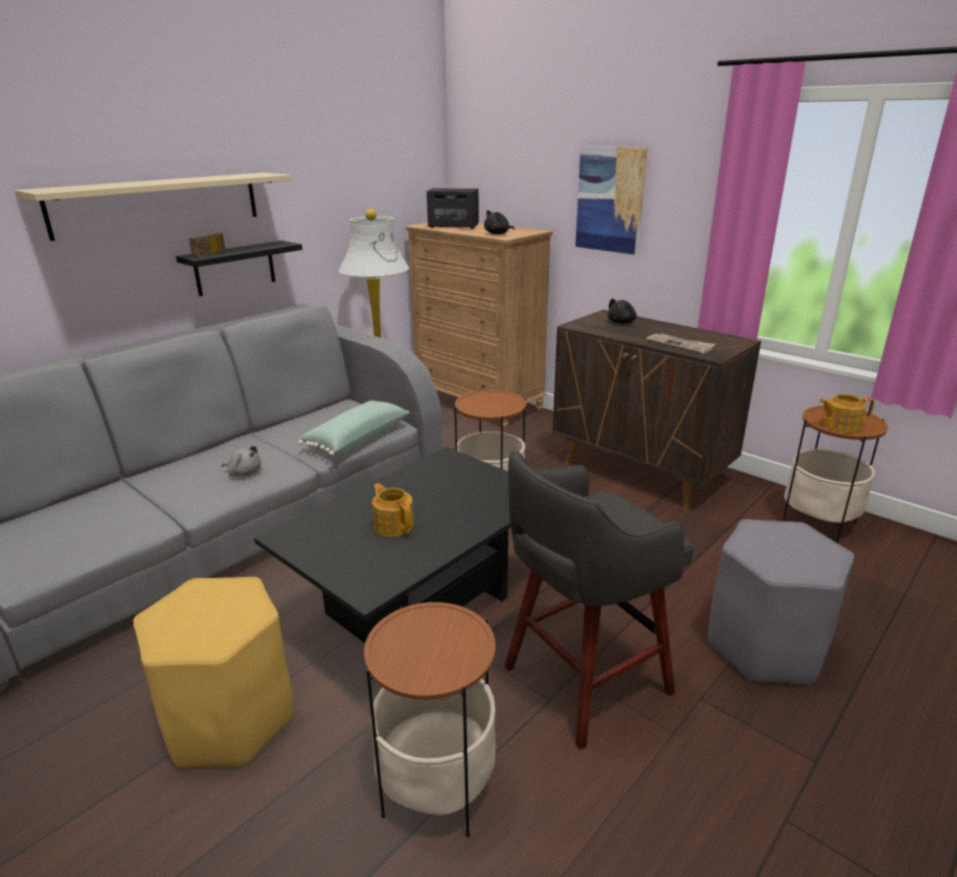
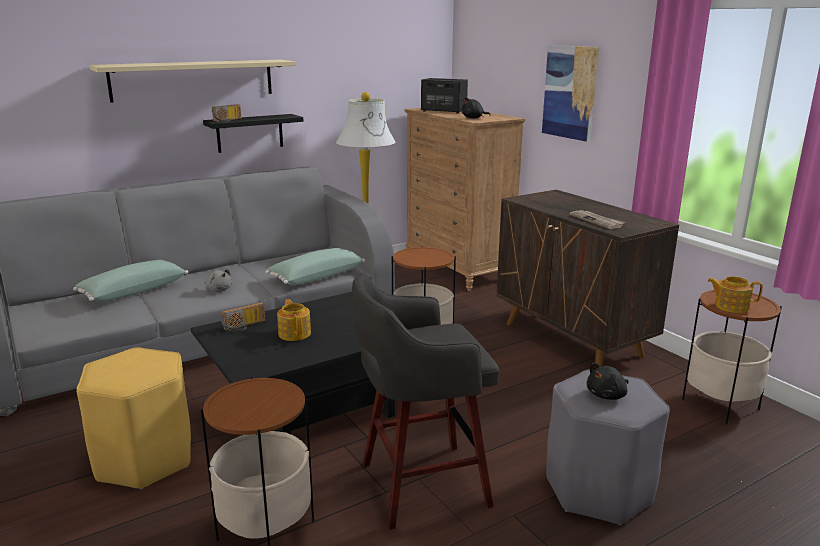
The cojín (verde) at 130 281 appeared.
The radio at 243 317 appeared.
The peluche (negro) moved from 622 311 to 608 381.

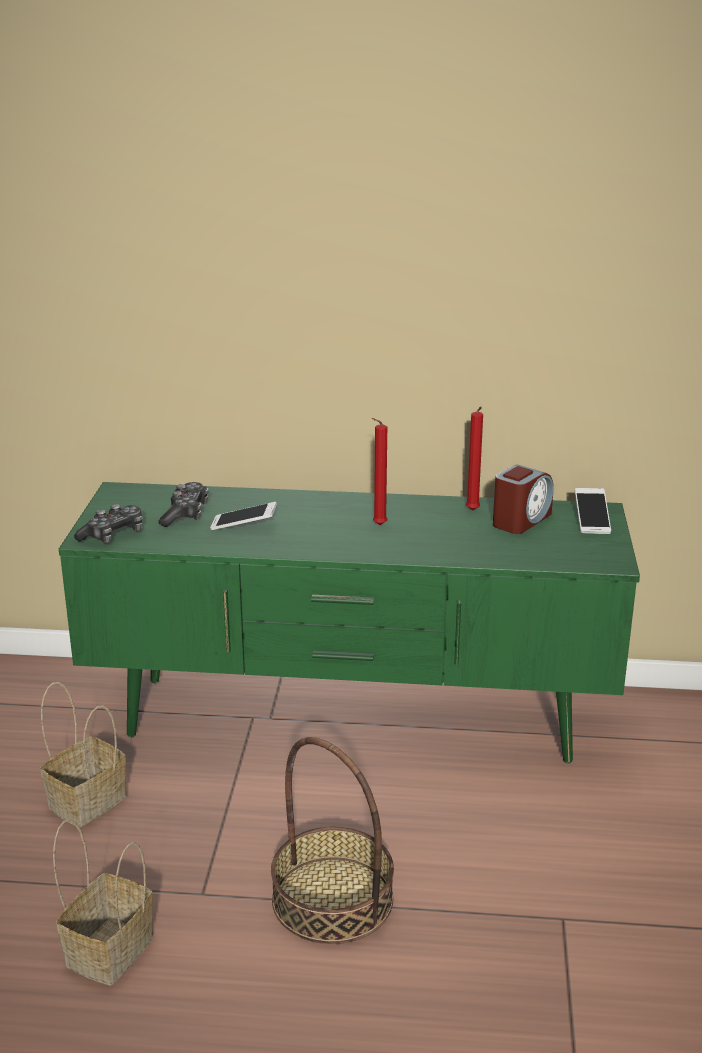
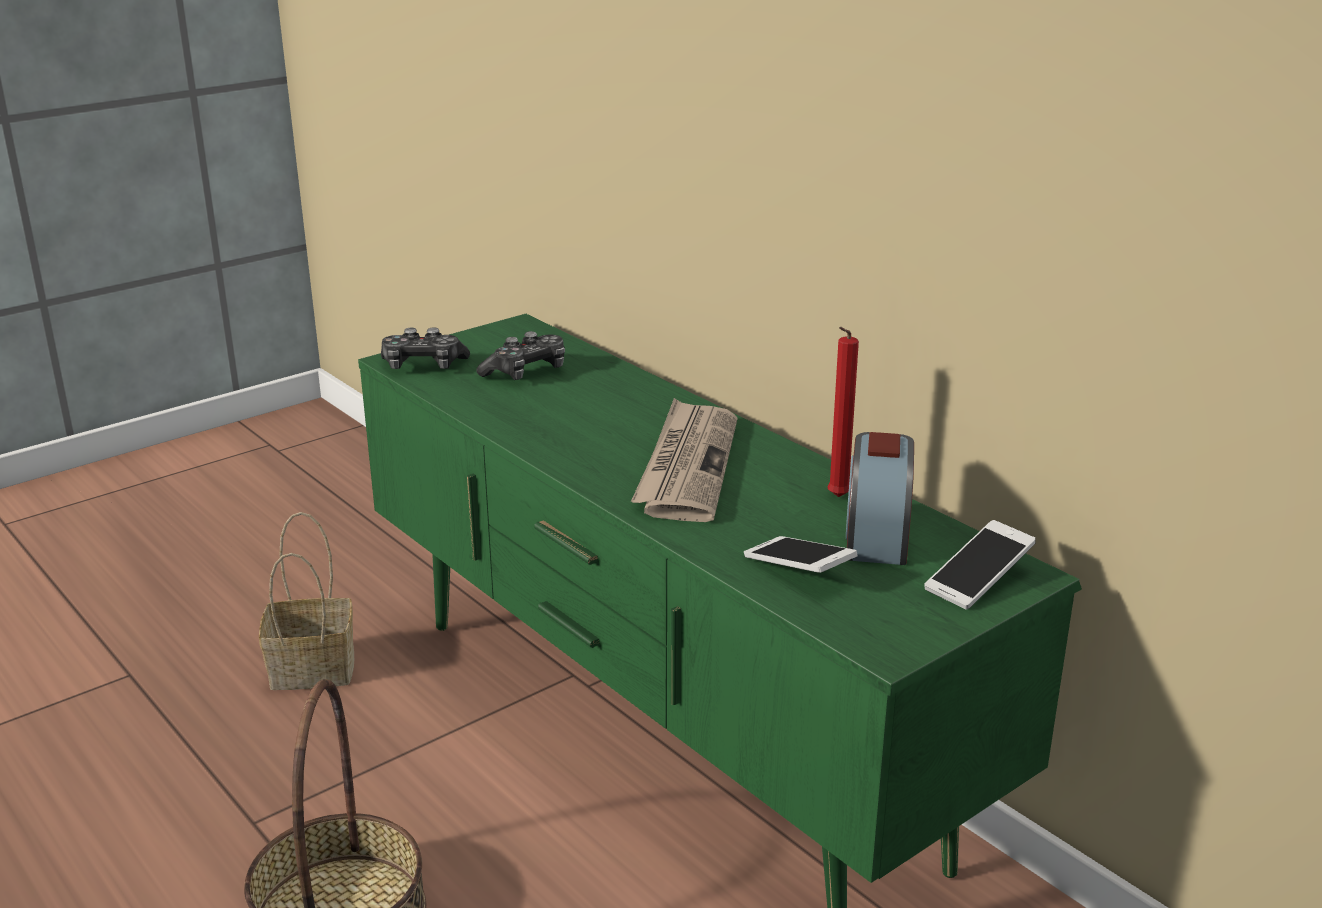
The cesta at 103 902 disappeared.
The móvil moved from 243 516 to 800 554.
The vela (rojo) at 379 471 was replaced by the periódico at 684 460.
The despertador at 523 499 turned 105 degrees clockwise.

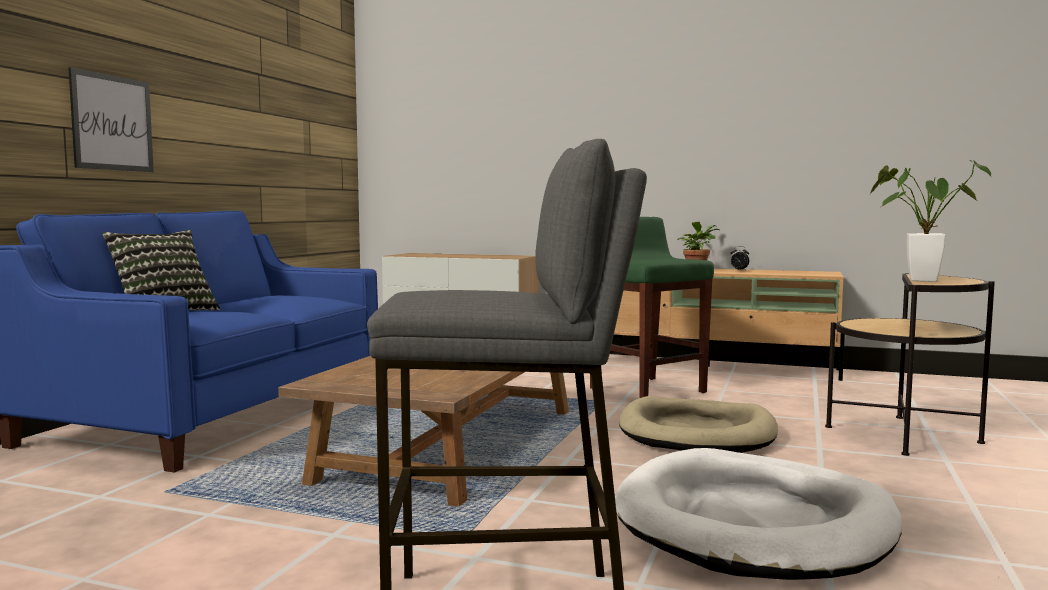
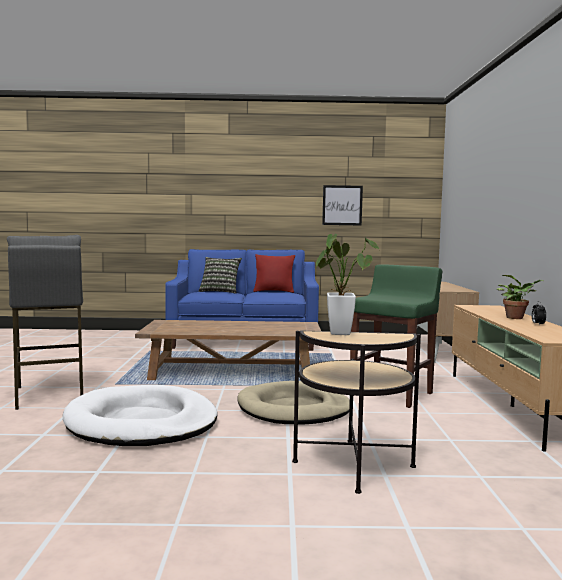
The cojín (rojo) at 274 273 appeared.
The cuadro moved from 111 119 to 342 205.

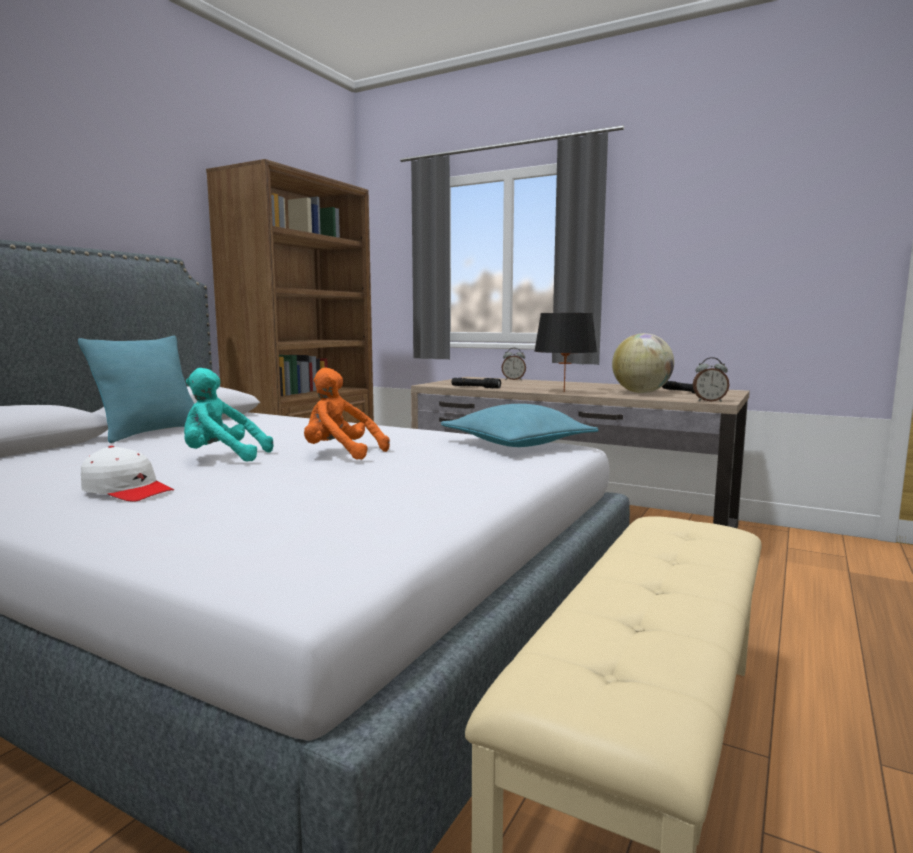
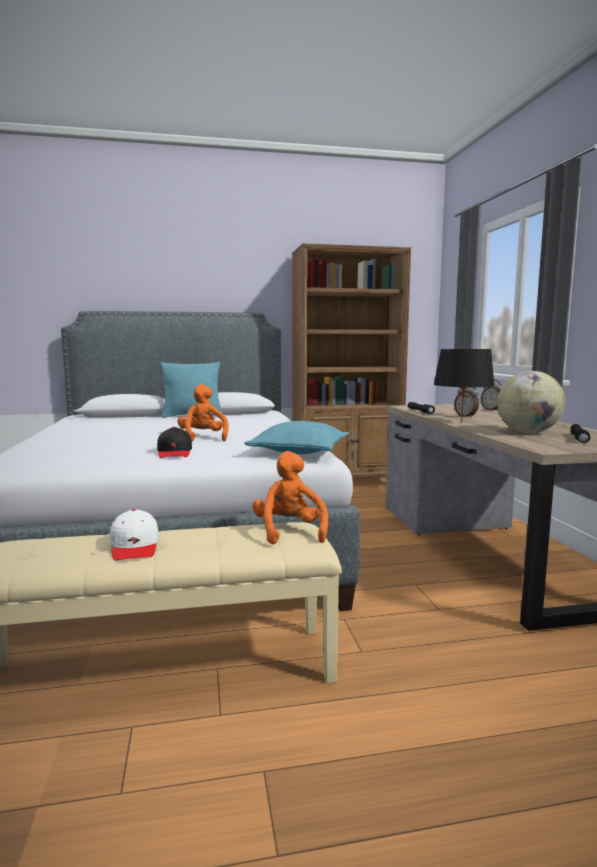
The peluche (turquesa) at 228 414 disappeared.
The gorra (negro) at 174 442 appeared.
The peluche (naranja) at 290 498 appeared.
The gorra (blanco) moved from 127 474 to 134 535.
The despertador moved from 711 379 to 466 402.

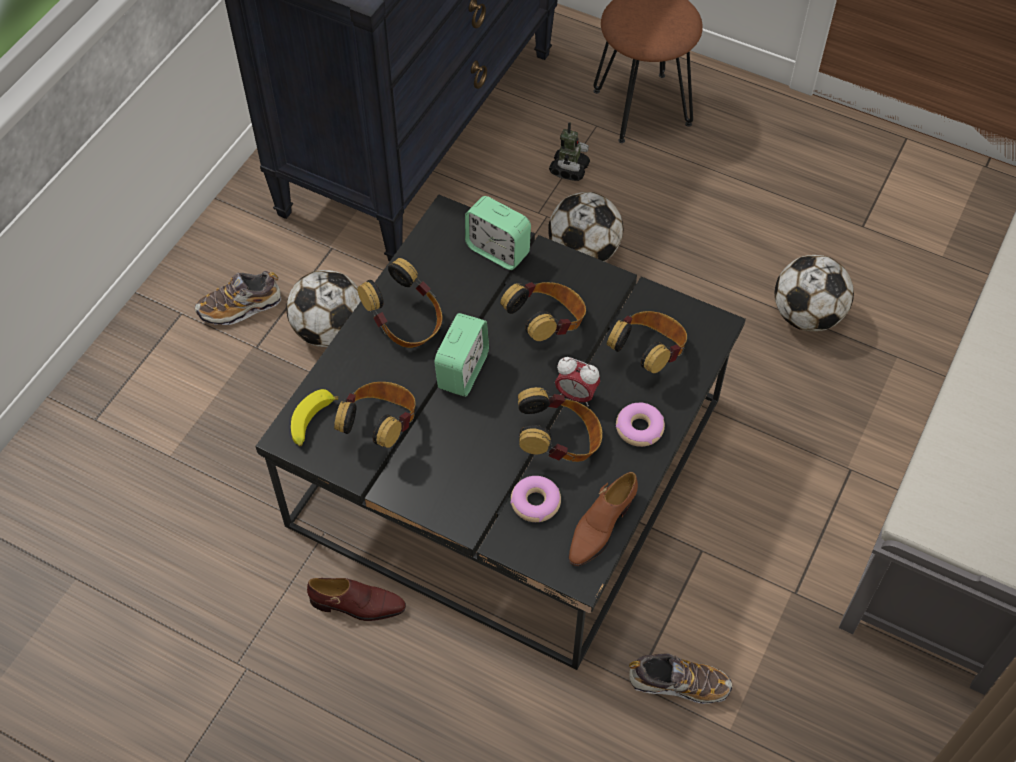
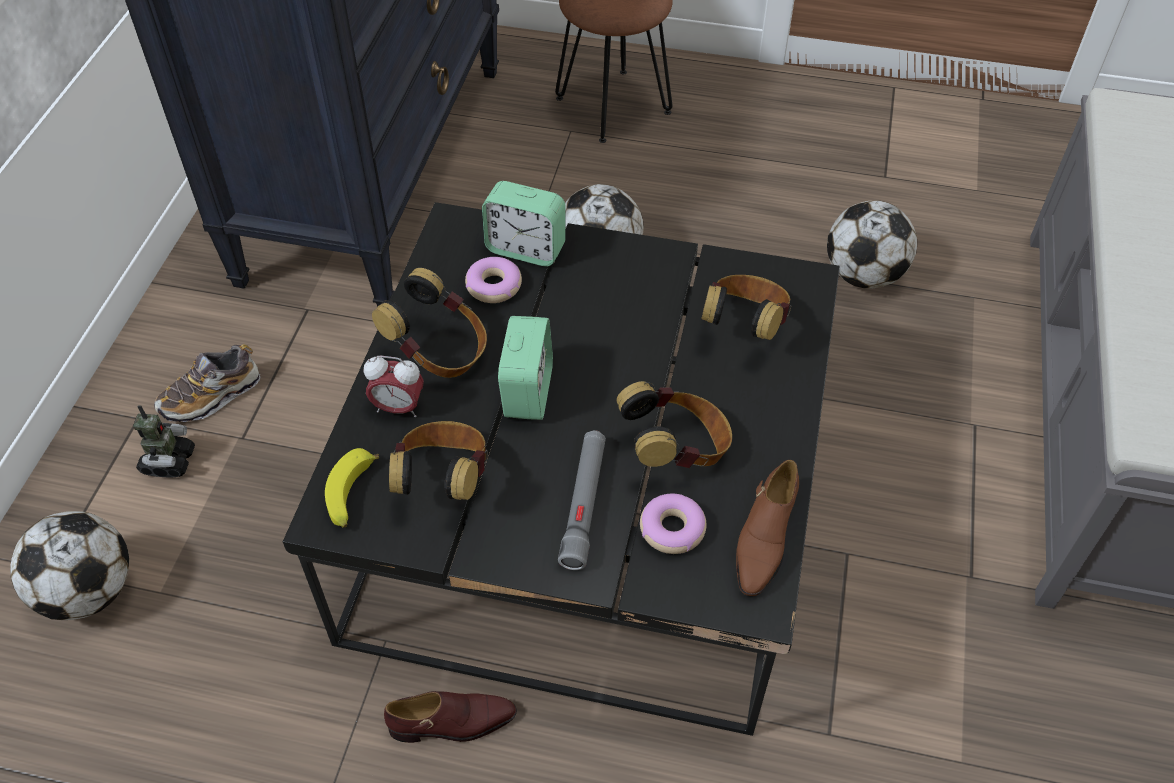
The auriculares at 543 311 disappeared.
The zapato at 680 678 disappeared.
The linterna (gris) at 582 500 appeared.
The balón de fútbol moved from 323 308 to 69 565.
The robot de juguete moved from 569 151 to 164 441.
The despertador moved from 577 381 to 394 386.
The rosquilla moved from 640 424 to 493 280.

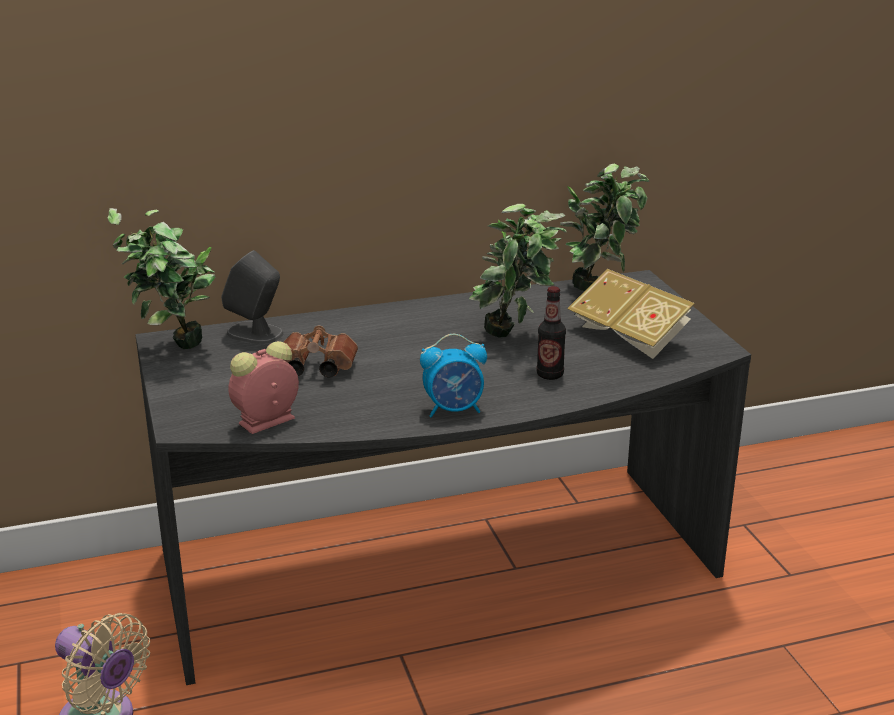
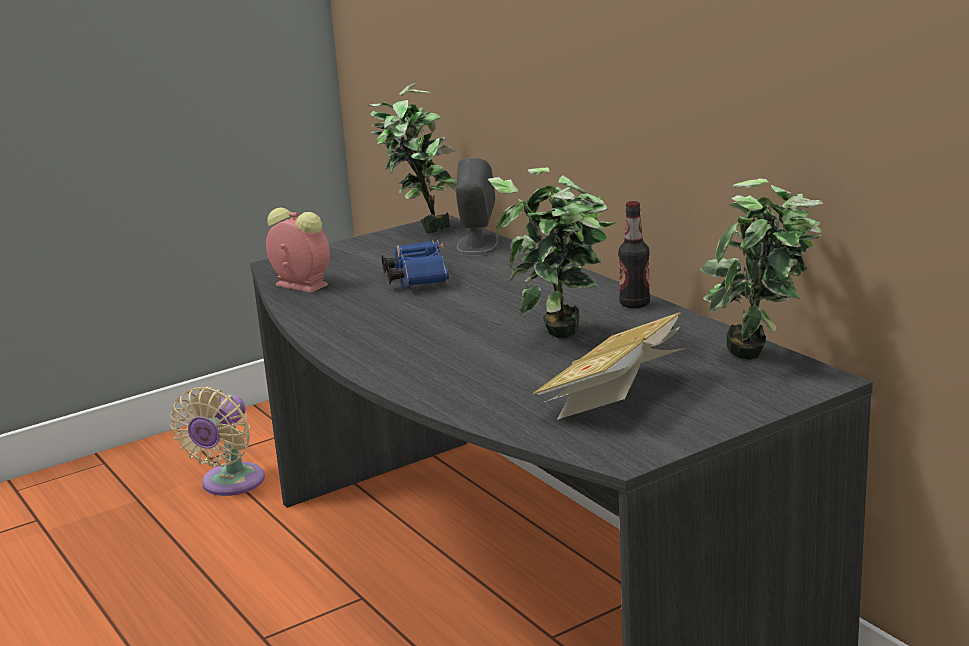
The despertador at 453 375 disappeared.
The botella moved from 551 333 to 634 254.
The prismáticos (marrón) at 321 352 became the prismáticos (azul) at 415 264.

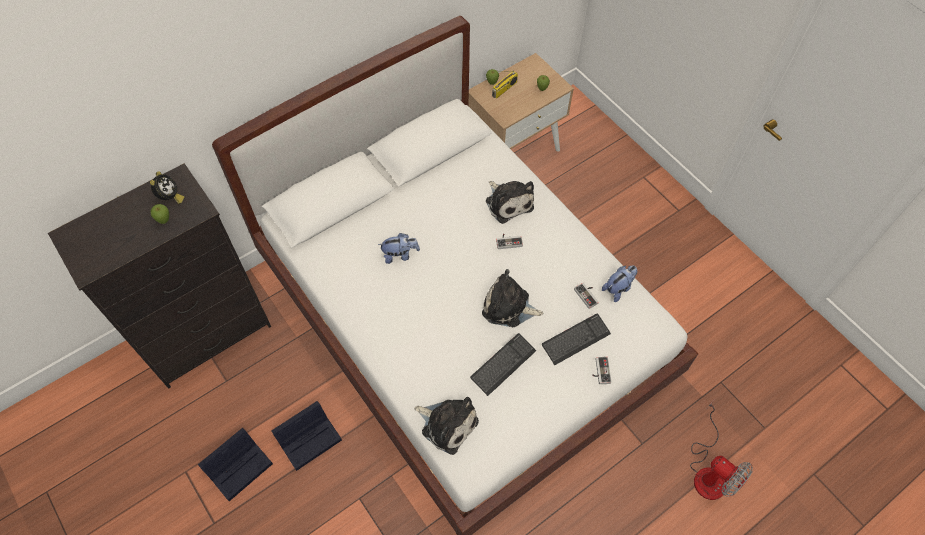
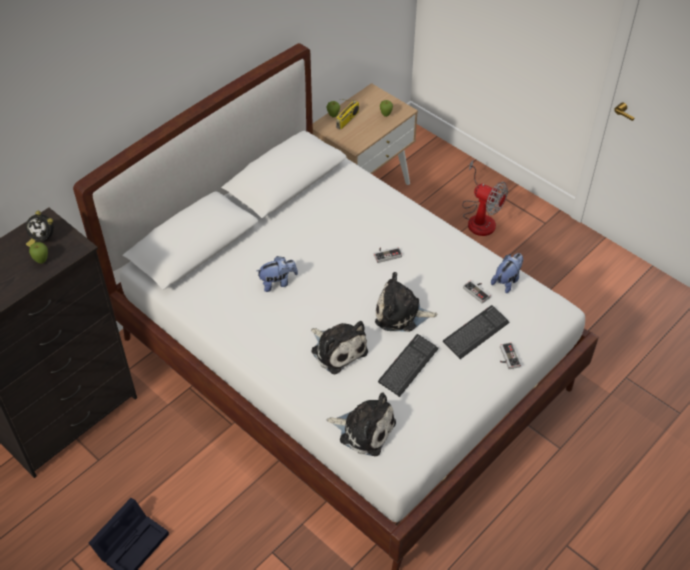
The caja de almacenaje (negro) at 306 436 disappeared.
The peluche moved from 510 202 to 339 347.
The ventilador moved from 721 449 to 485 197.
The despertador at 167 187 turned 120 degrees clockwise.

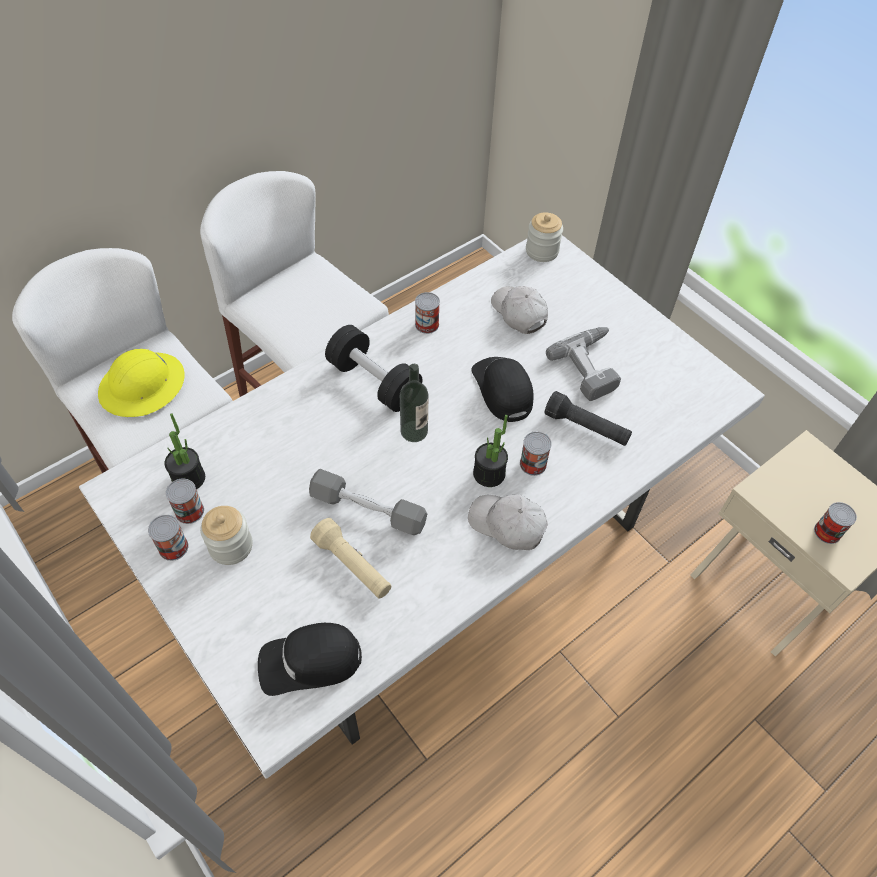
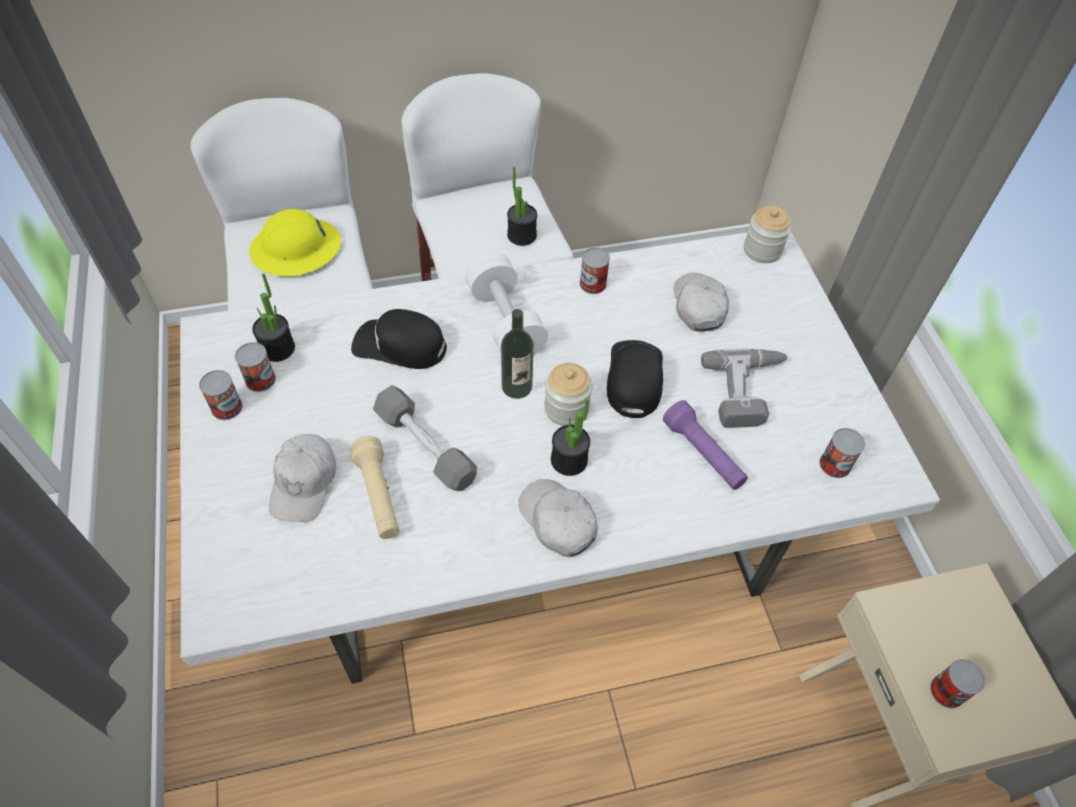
The gorra (blanco) at 302 478 appeared.
The planta en maceta at 522 206 appeared.
The tarro moved from 226 535 to 568 394.
The gorra (negro) moved from 310 659 to 399 339.
The lata moved from 536 453 to 842 453.
The mancuerna (negro) at 373 368 became the mancuerna (blanco) at 506 303.
The linterna (negro) at 588 418 became the linterna (morado) at 705 445.

